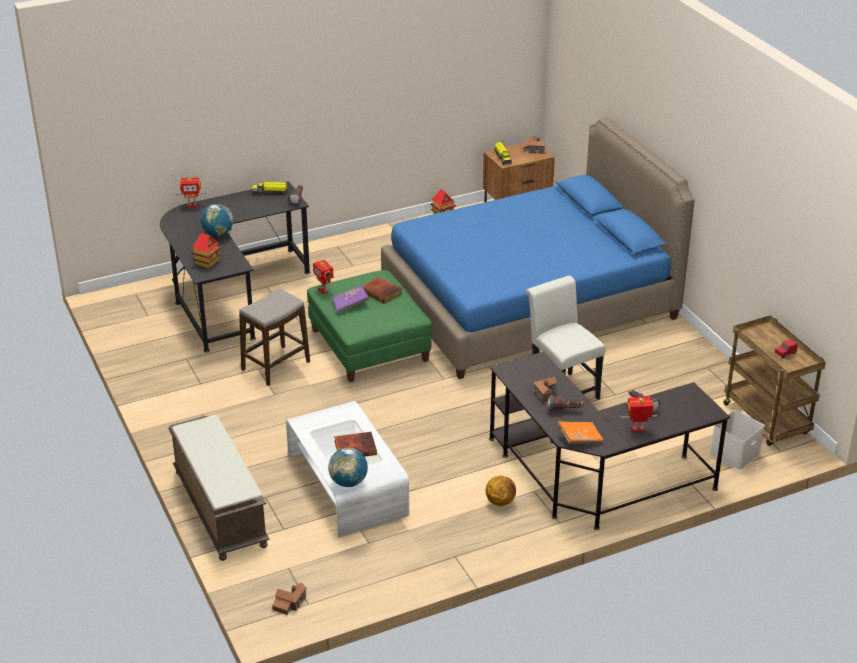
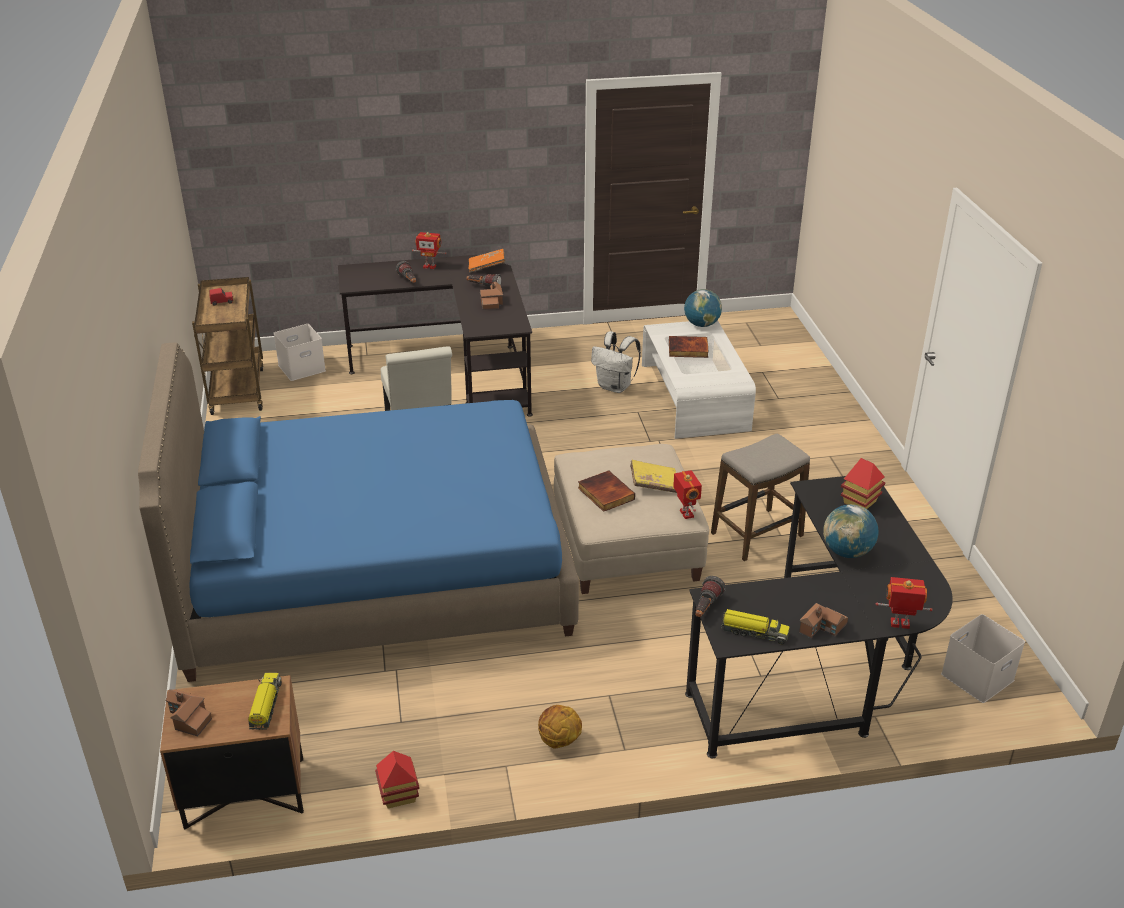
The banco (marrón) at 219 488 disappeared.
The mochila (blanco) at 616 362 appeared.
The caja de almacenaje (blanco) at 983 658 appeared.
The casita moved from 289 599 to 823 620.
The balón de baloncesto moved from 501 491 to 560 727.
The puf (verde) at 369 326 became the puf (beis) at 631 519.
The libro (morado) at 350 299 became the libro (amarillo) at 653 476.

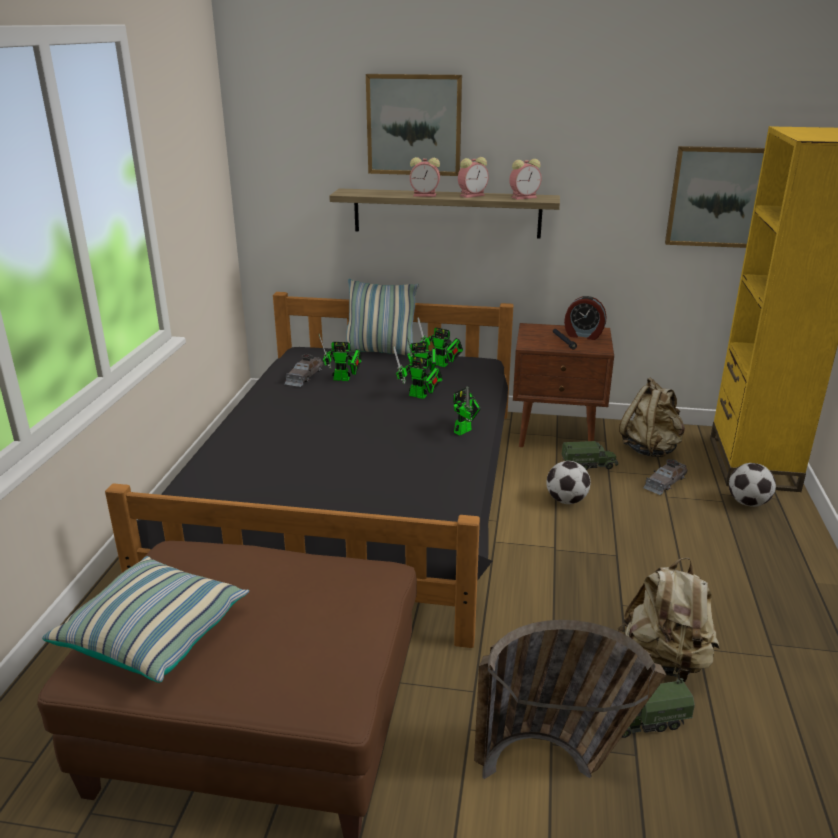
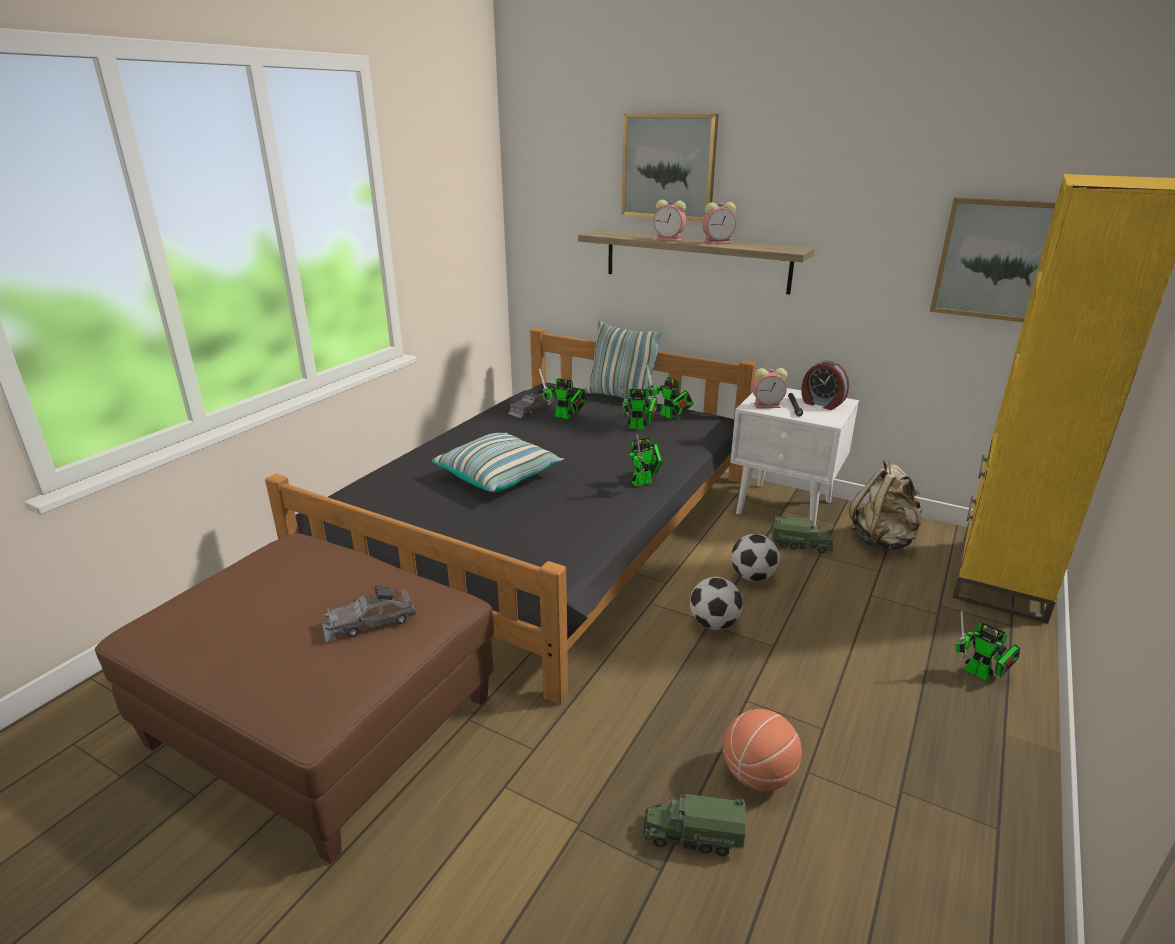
The cesta at 570 699 disappeared.
The cojín moved from 145 619 to 498 462.
The robot de juguete moved from 418 372 to 988 646.
The despertador moved from 525 179 to 769 388.
The coche de juguete (gris) moved from 665 477 to 368 614.
The balón de fútbol moved from 752 485 to 716 603.
The mochila (beis) at 669 620 was replaced by the balón de baloncesto at 762 750.
The mesita de noche (marrón) at 563 385 became the mesita de noche (blanco) at 794 457.

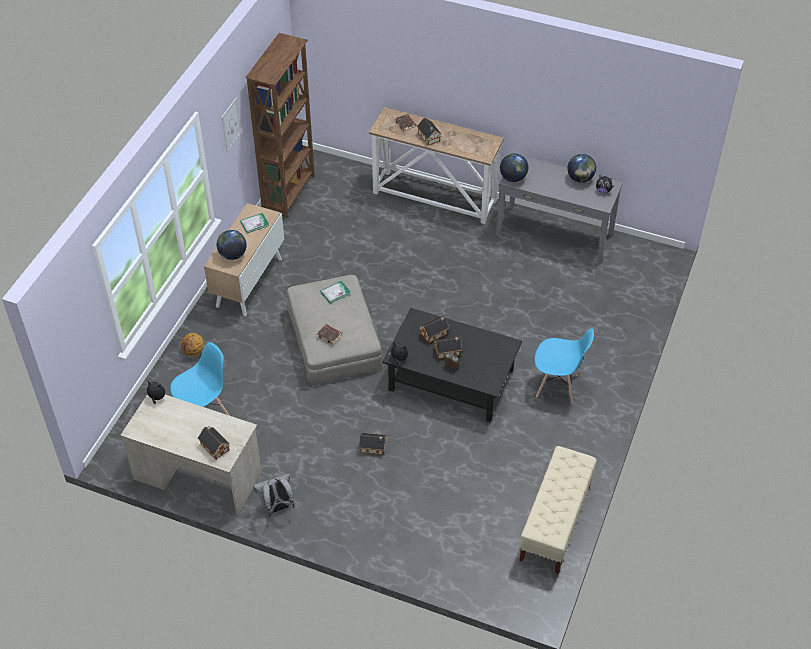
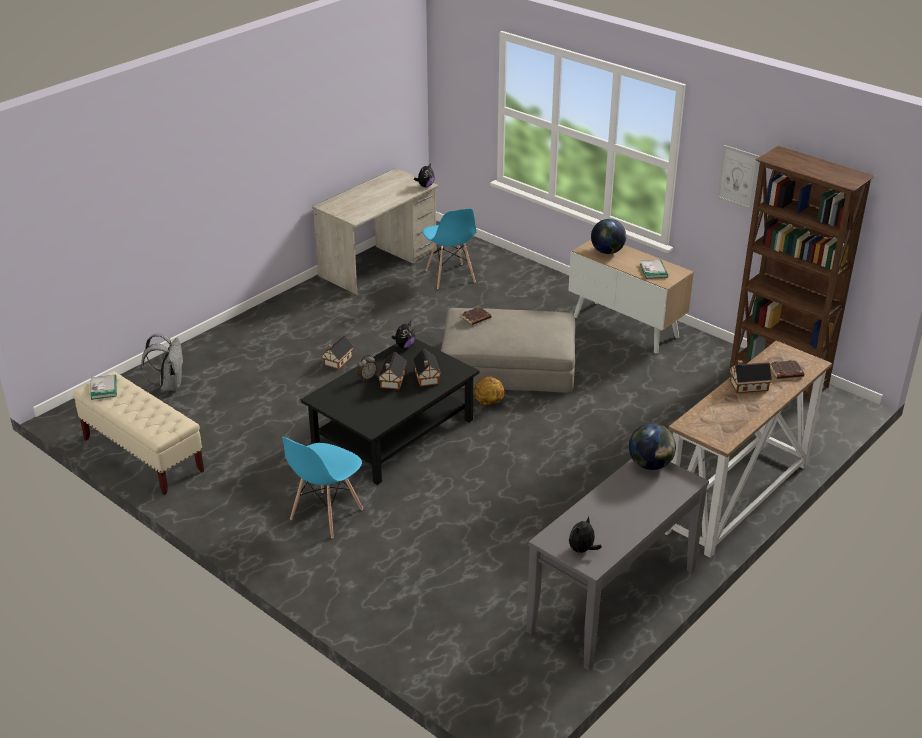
The casita at 214 443 disappeared.
The globo terráqueo at 581 168 disappeared.
The balón de baloncesto moved from 192 344 to 490 391.
The mochila (gris) moved from 273 495 to 162 362.
The libro moved from 335 292 to 103 387.

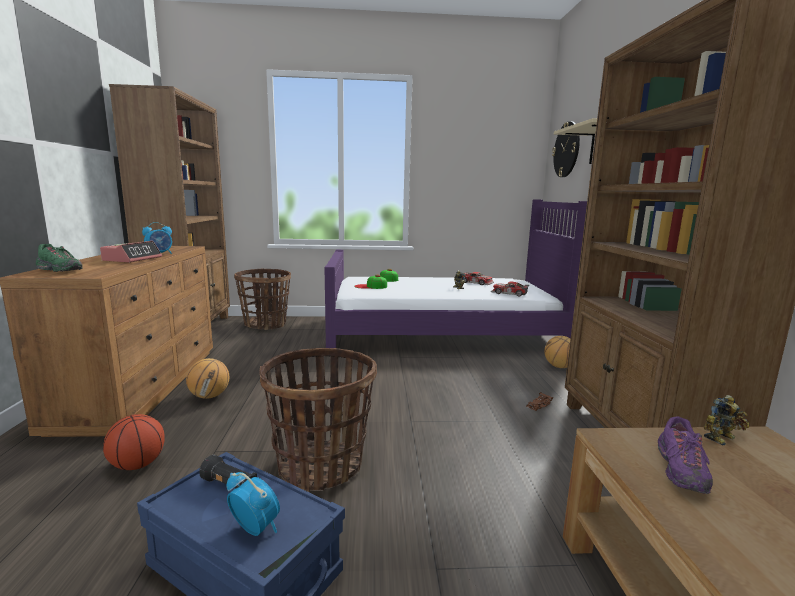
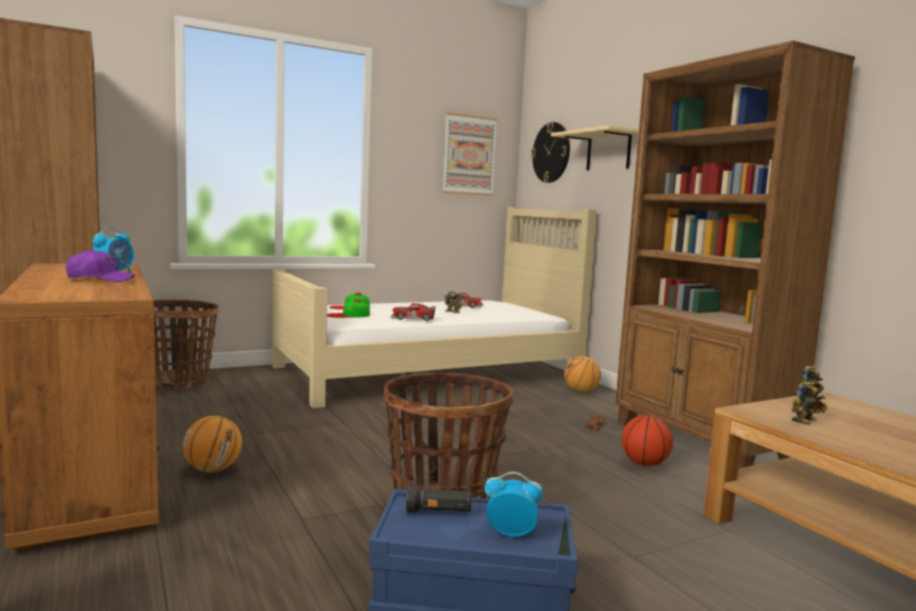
The zapato (verde) at 59 258 disappeared.
The cuadro at 470 154 appeared.
The balón de baloncesto moved from 134 442 to 647 440.
The coche de juguete moved from 510 289 to 413 312.
The despertador at 131 251 was replaced by the gorra (morado) at 100 265.
The zapato (morado) at 685 455 was replaced by the robot de juguete at 810 403.
The cama (morado) at 455 273 became the cama (beis) at 434 307.

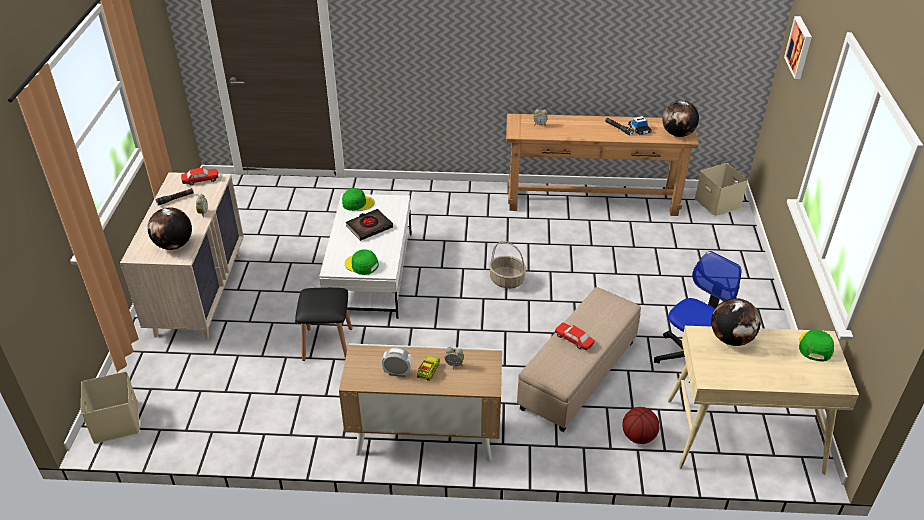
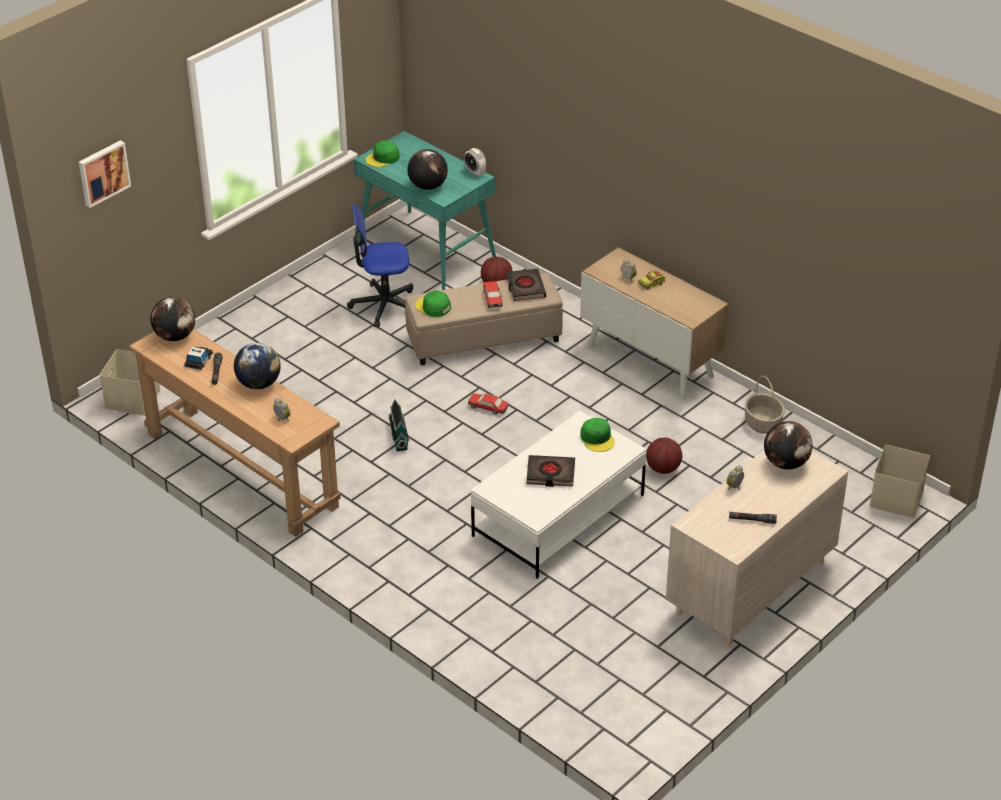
The globo terráqueo at 257 366 appeared.
The casita at 398 425 appeared.
The libro (negro) at 526 285 appeared.
The coche de juguete moved from 199 176 to 488 404.
The gorra (verde) moved from 358 199 to 433 304.
The despertador moved from 397 362 to 475 162.
The cesta moved from 507 265 to 765 404.
The taburete (negro) at 324 324 was replaced by the balón de baloncesto at 664 455.
The escritorio (beis) at 763 400 became the escritorio (turquesa) at 425 210.

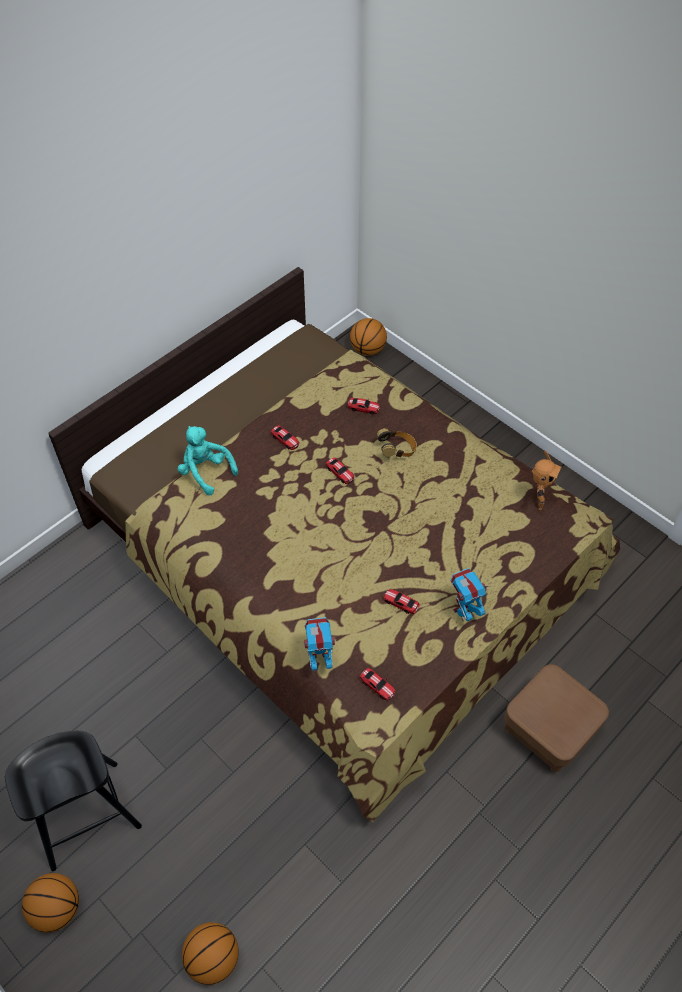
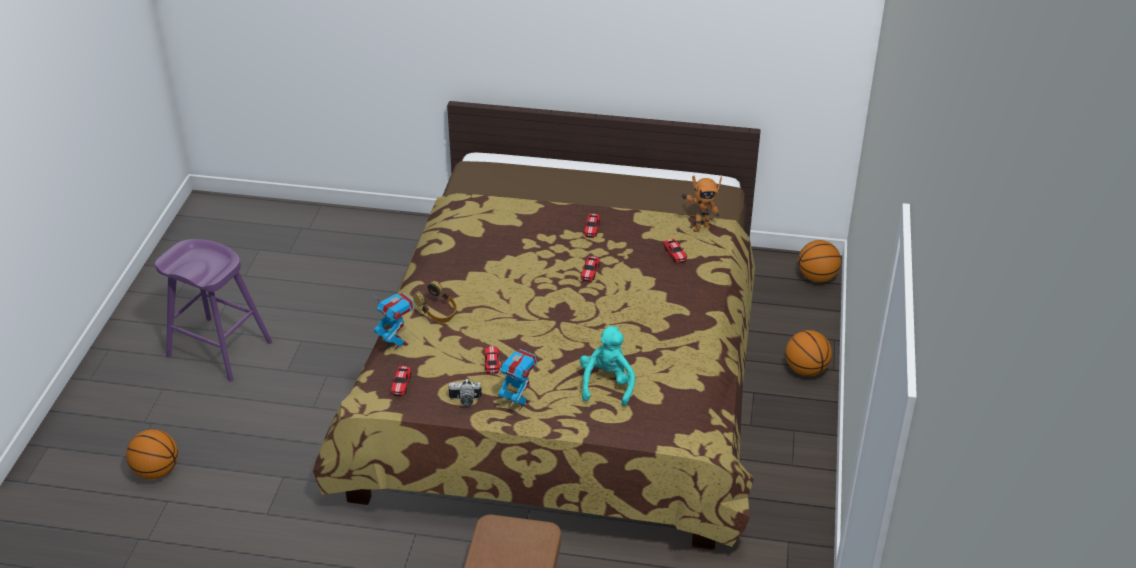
The cámara at 465 393 appeared.
The balón de baloncesto moved from 50 903 to 809 353.
The peluche (turquesa) moved from 207 460 to 607 366.
The auriculares moved from 397 442 to 435 302.
The robot de juguete moved from 547 481 to 701 204.
The taburete (negro) at 73 801 became the taburete (morado) at 213 310.

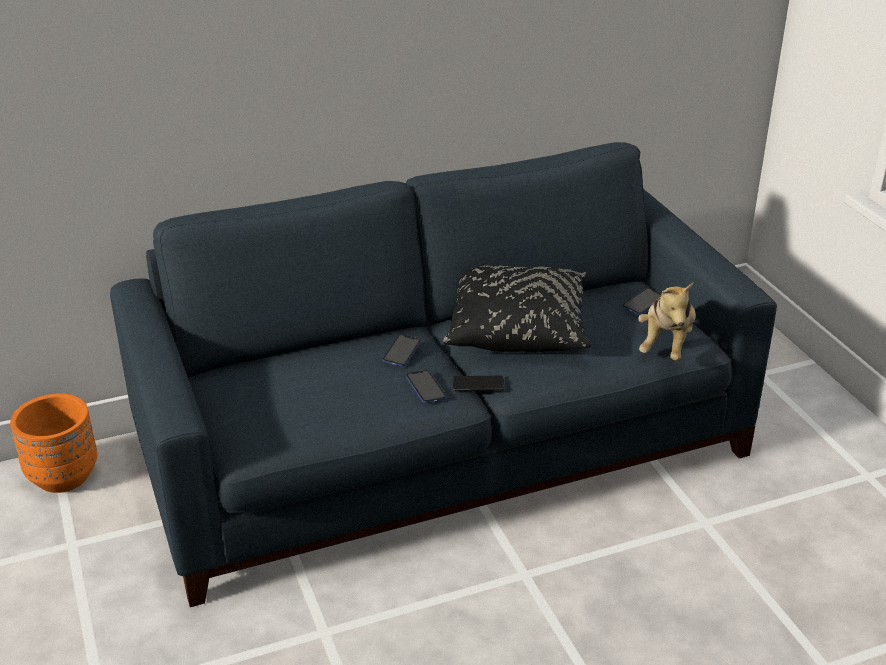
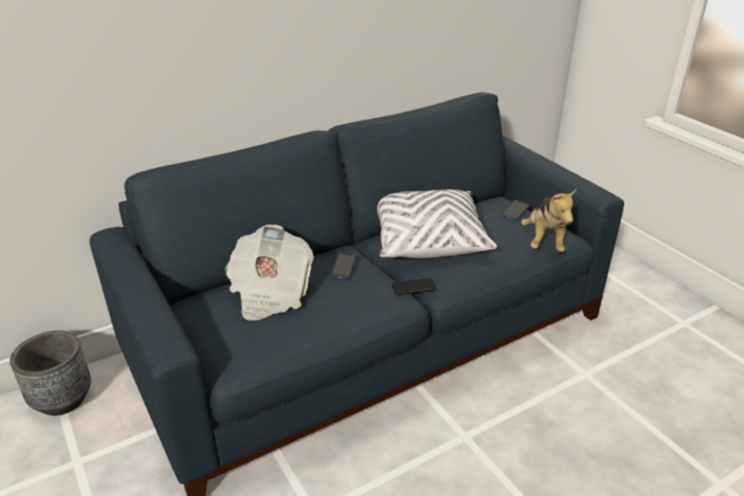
The móvil at 426 386 disappeared.
The periódico at 269 272 appeared.
The maceta (naranja) at 53 443 became the maceta (gris) at 50 373.
The cojín (negro) at 517 308 became the cojín (blanco) at 437 223.

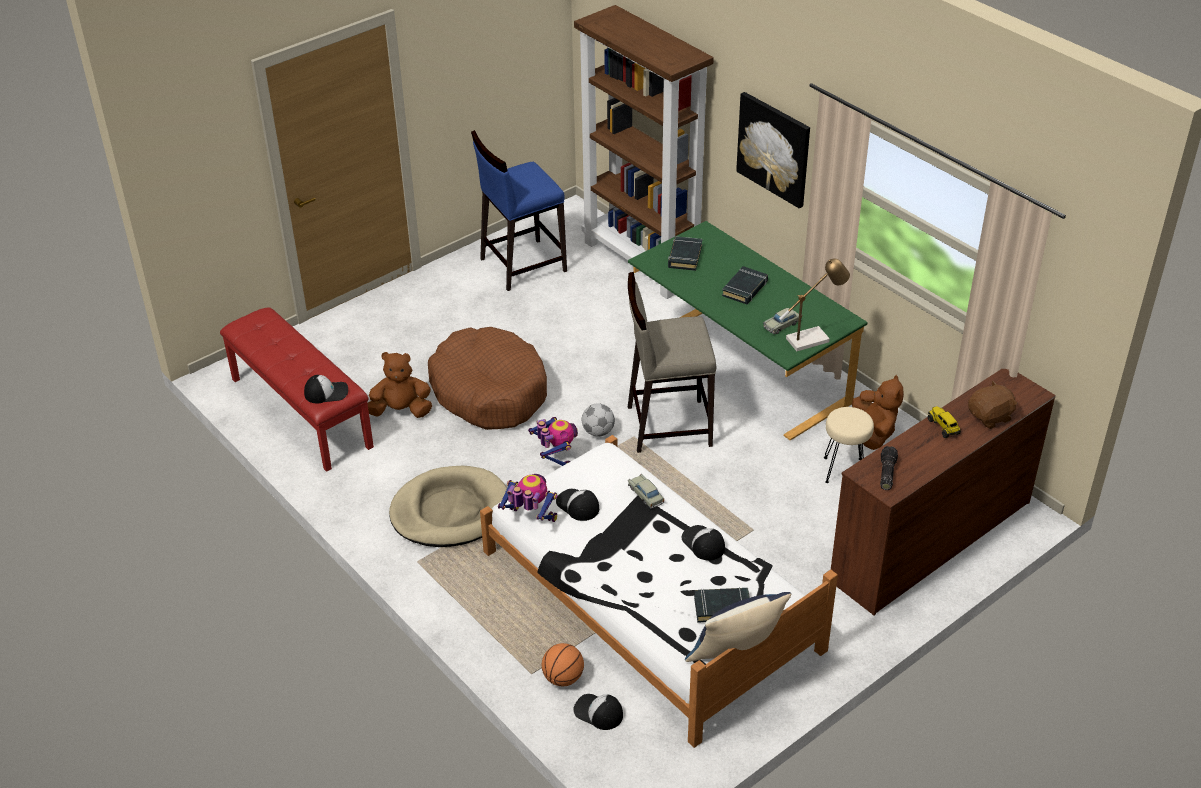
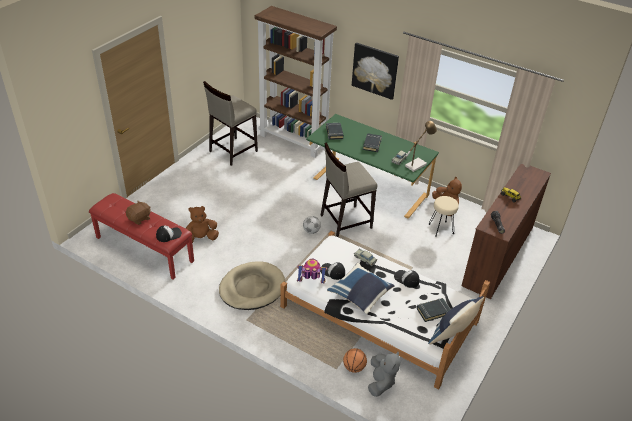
The cama para perro (marrón) at 487 378 disappeared.
The robot de juguete at 553 441 disappeared.
The cojín (azul) at 361 288 appeared.
The peluche (marrón) moved from 993 405 to 138 213.
The gorra at 598 712 was replaced by the peluche (gris) at 384 374.
The taburete (azul) at 519 210 became the taburete (beis) at 230 123.

